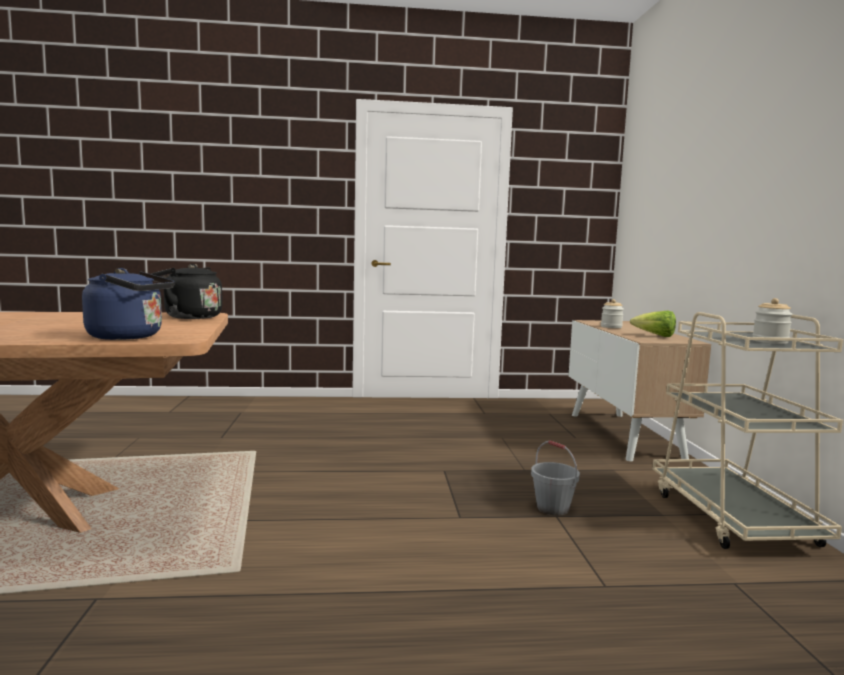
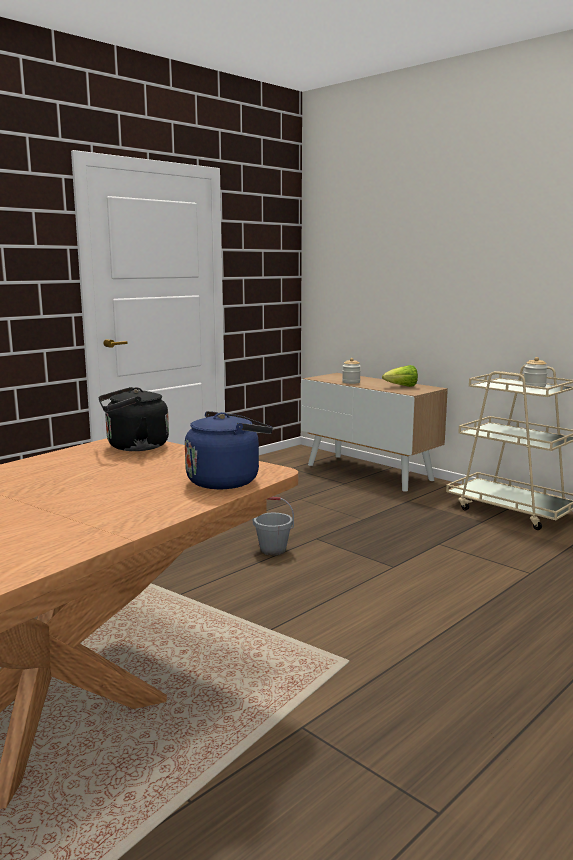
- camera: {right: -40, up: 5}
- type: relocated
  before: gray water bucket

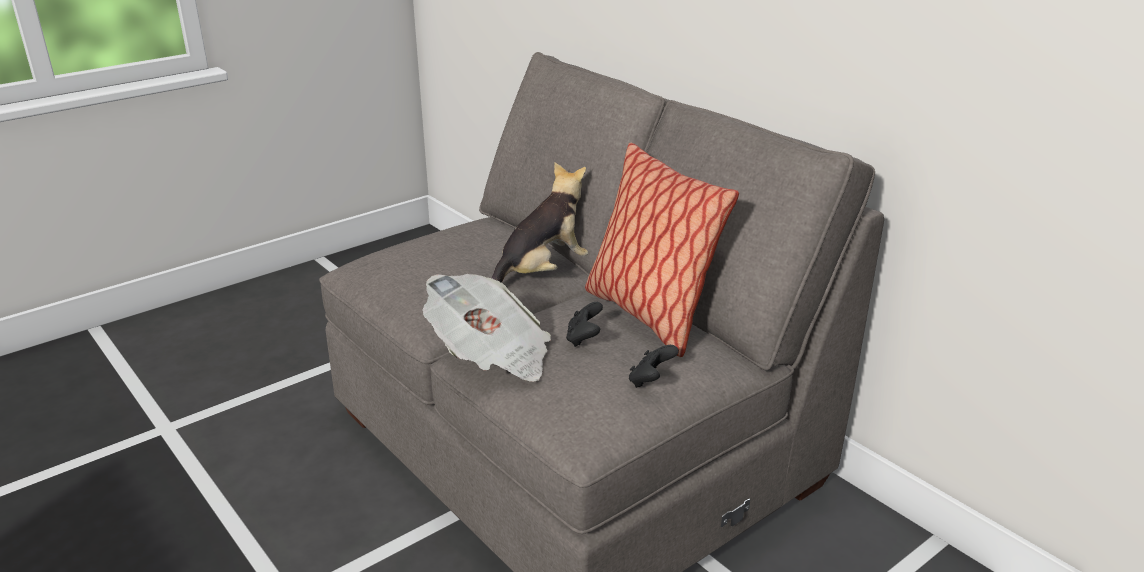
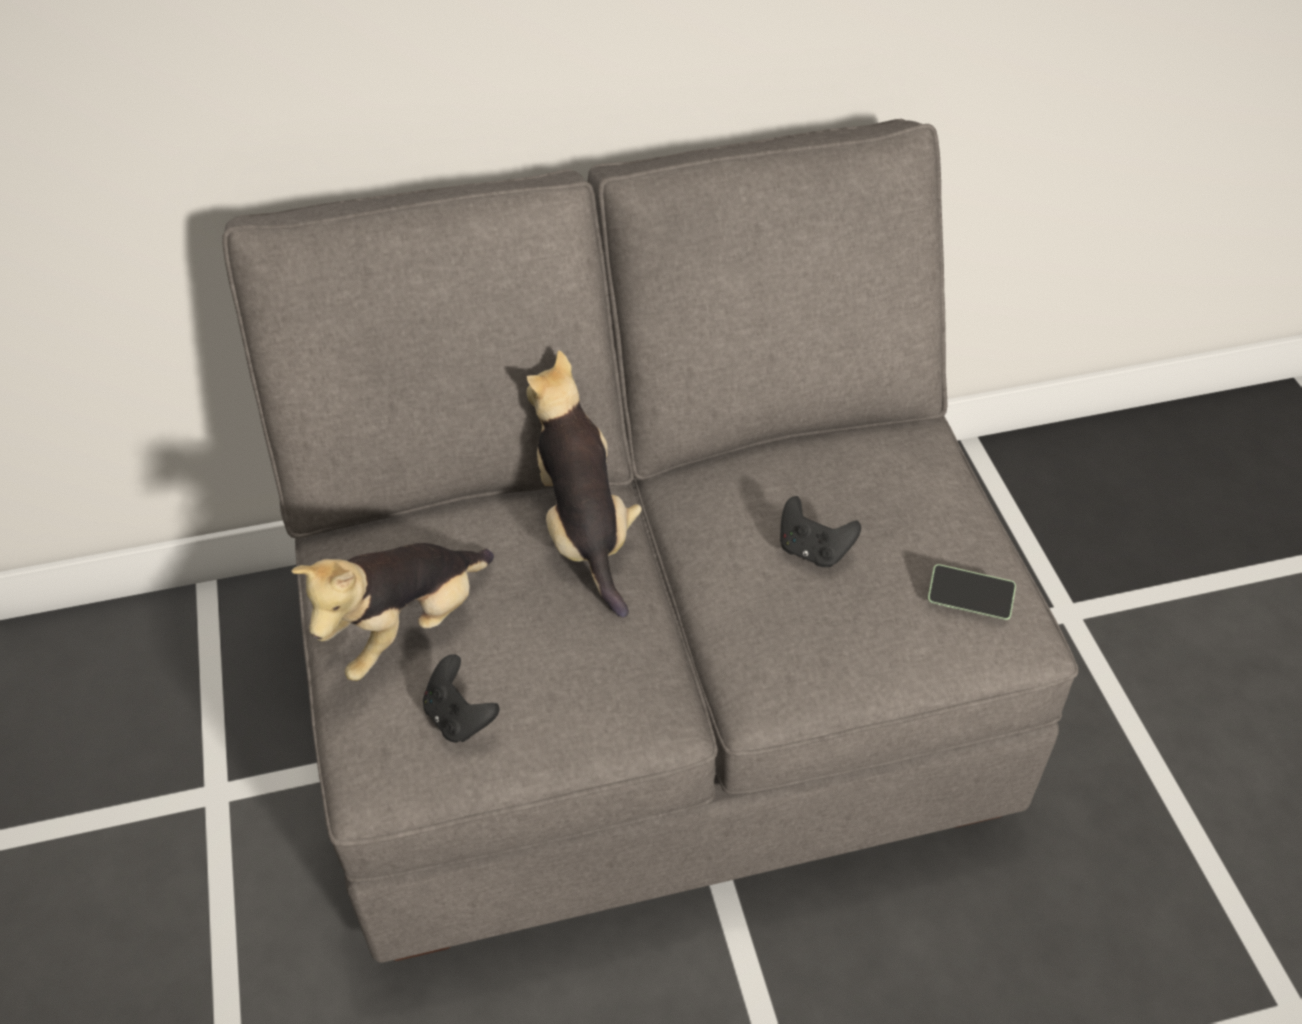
- camera: {right: -65, up: 20}
- type: missing
  before: daily paper
- type: missing
  before: cushion
- type: relocated
  before: black game controller (no. 2 from left in the first image)
  after: black game controller (no. 1 from left)
- type: appeared
  after: cuddly toy (no. 1 from left)
- type: appeared
  after: phone

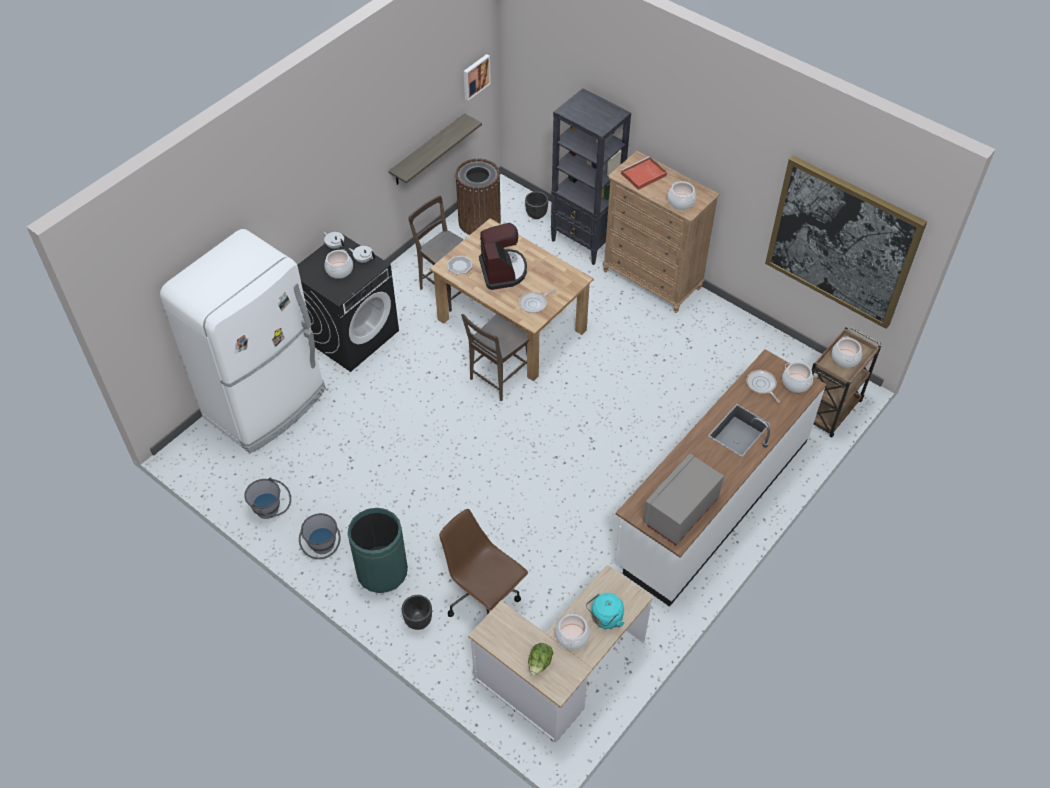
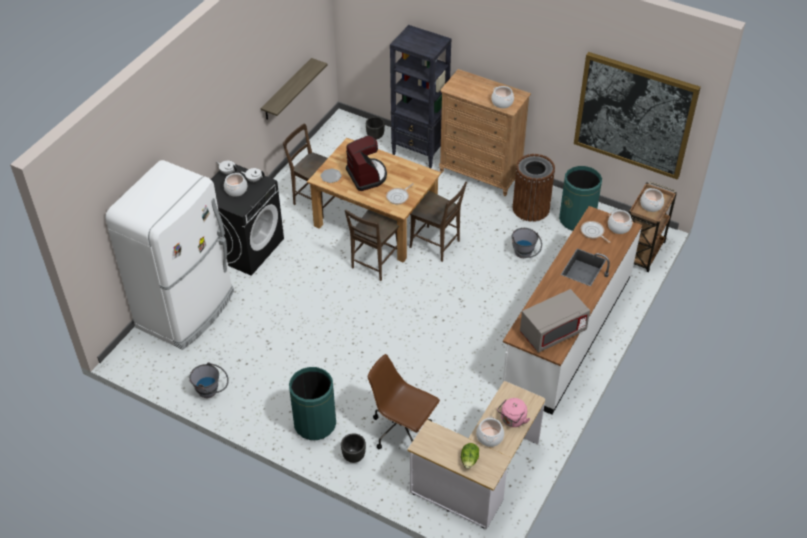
- camera: {right: -10, up: -5}
- type: relocated
  before: gray water bucket (no. 2 from left)
- type: relocated
  before: brownish trash can
- type: missing
  before: wall picture (no. 1 from left)
- type: colour
  before: turquoise-coloured kettle
  after: pinkish kettle
- type: missing
  before: reddish tray
- type: spun
  before: gray microwave
  turn: -150
- type: appeared
  after: brownish upright chair (no. 3 from left)
- type: appeared
  after: green-coloured trash can (no. 2 from left)

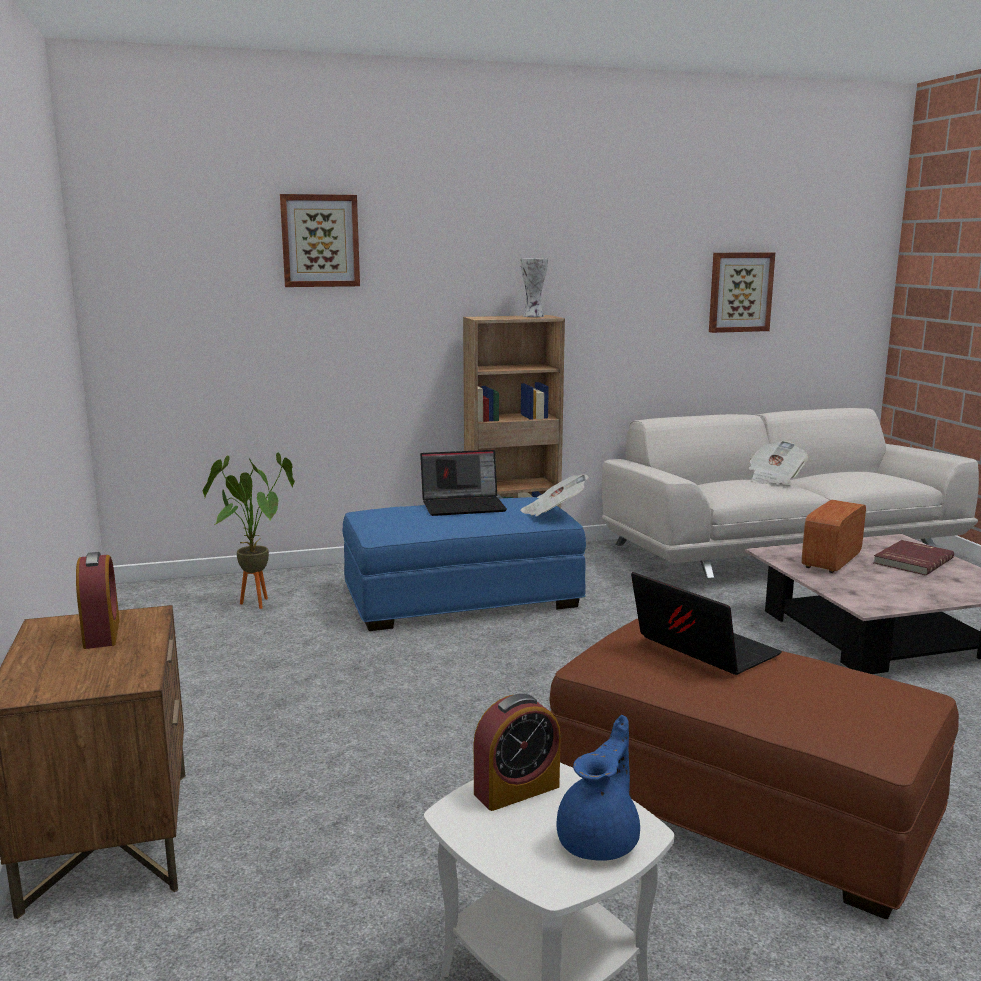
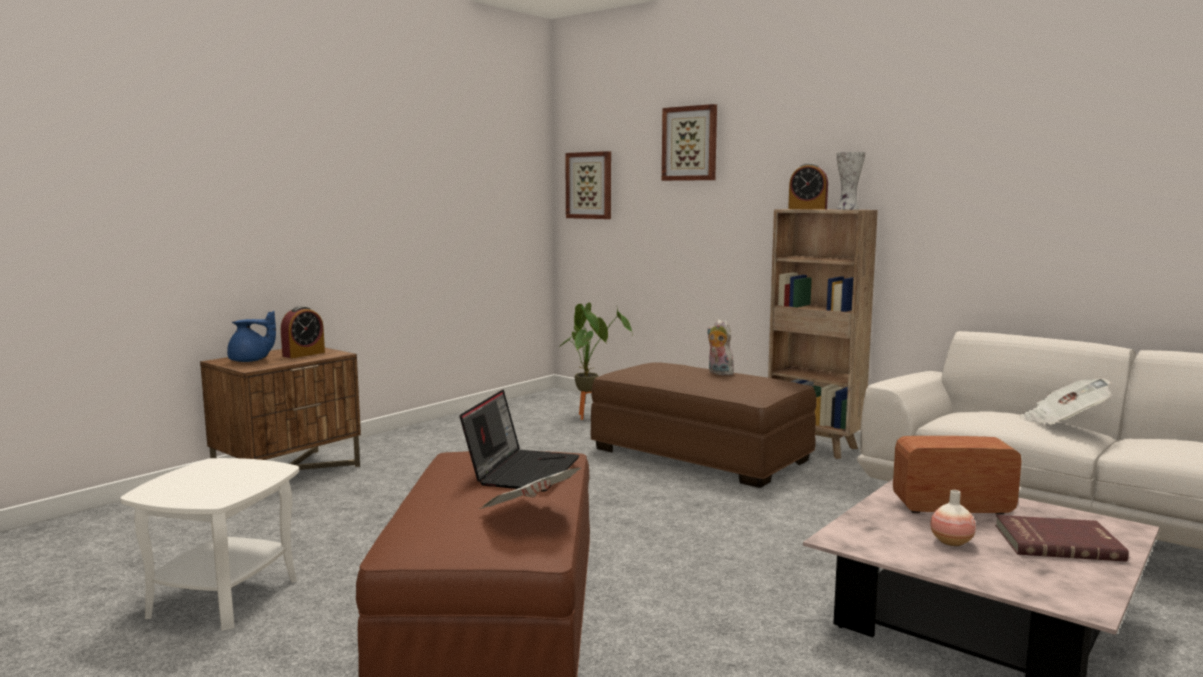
- camera: {right: 55, up: -5}
- type: colour
  before: blue-coloured footrest
  after: brownish footrest (no. 2 from left)
- type: exchanged
  before: laptop (no. 1 from left)
  after: cuddly toy
- type: relocated
  before: alarm clock (no. 2 from left)
- type: relocated
  before: daily paper (no. 1 from left)
- type: relocated
  before: blue-coloured tea pot
- type: relocated
  before: wall picture (no. 2 from left in the first image)
  after: wall picture (no. 1 from left)
- type: appeared
  after: decorative vase (no. 2 from left)

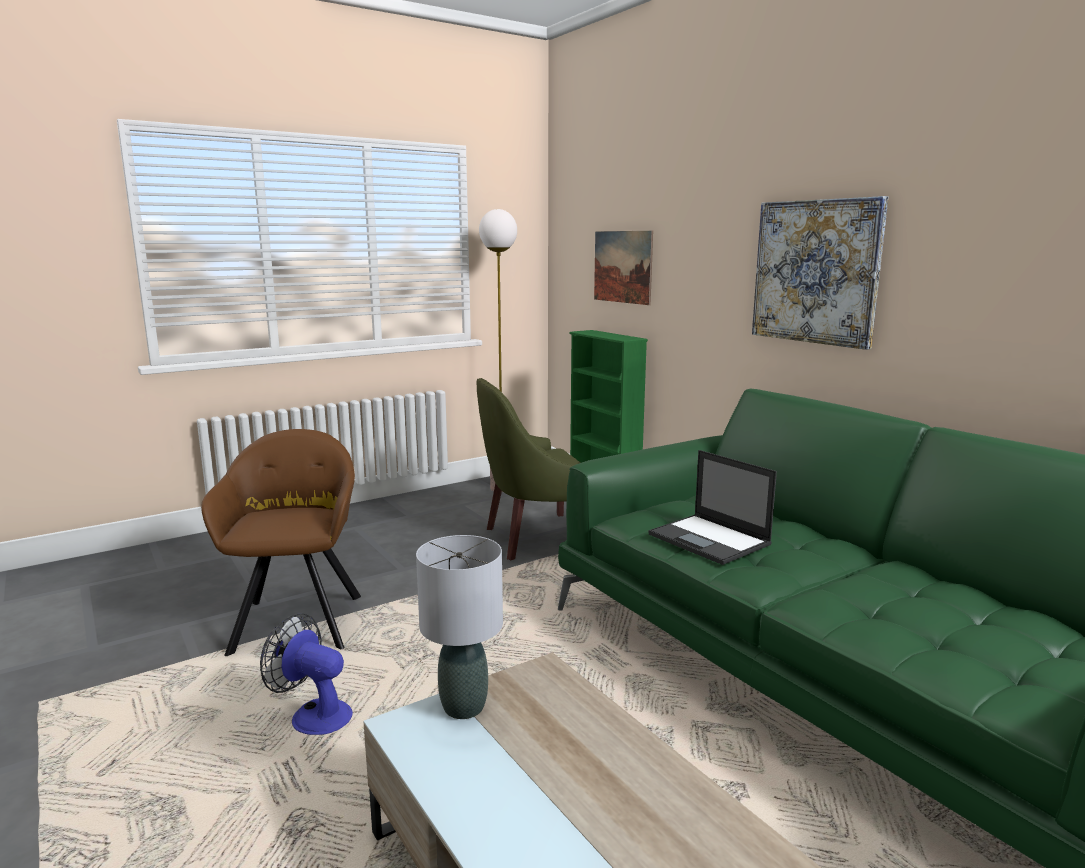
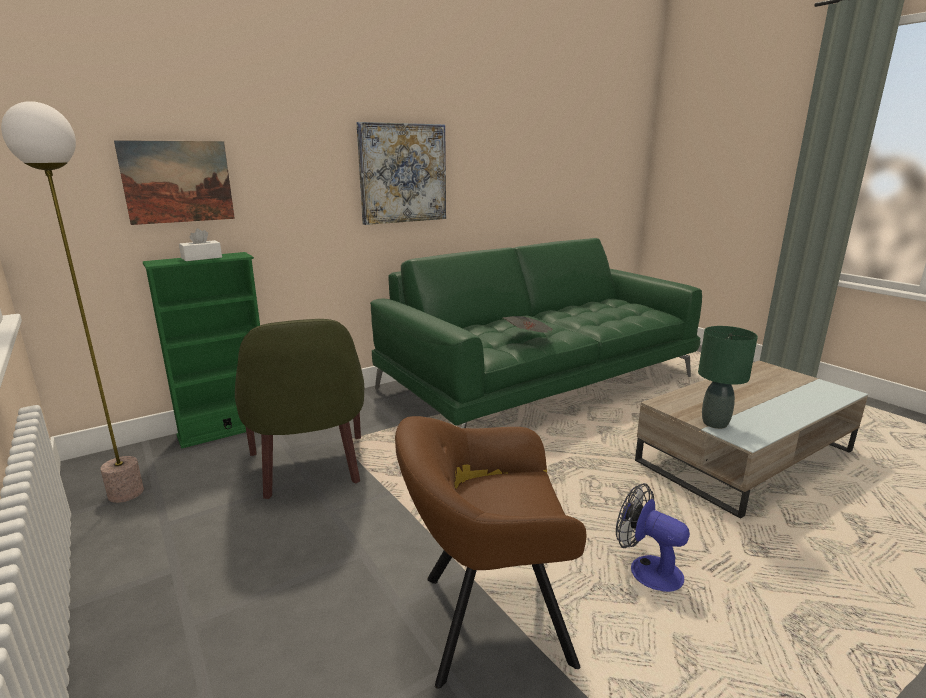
- camera: {right: -90, up: 5}
- type: spun
  before: cooling fan
  turn: 105
- type: colour
  before: gray lamp for a table
  after: green-coloured lamp for a table
- type: exchanged
  before: laptop
  after: daily paper
- type: appeared
  after: white-coloured tissue box

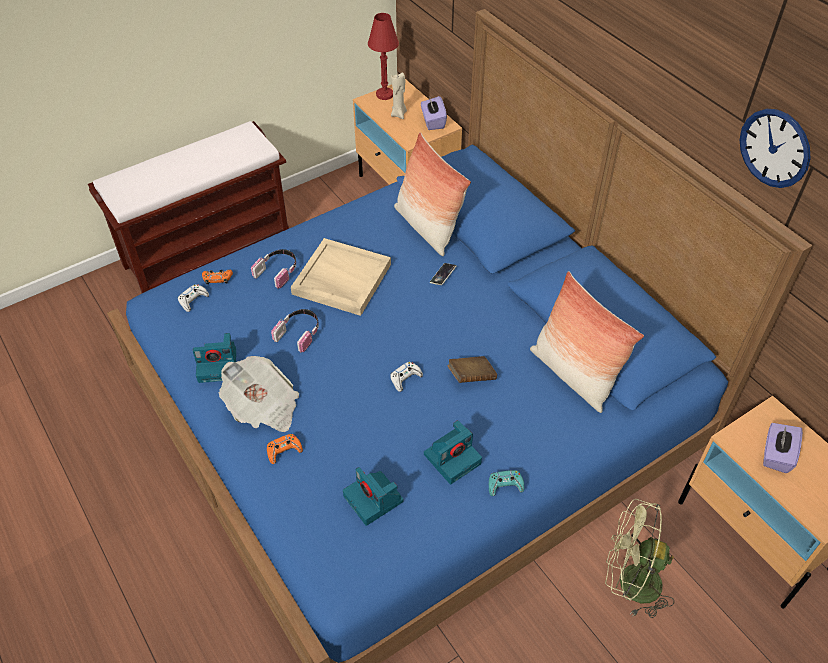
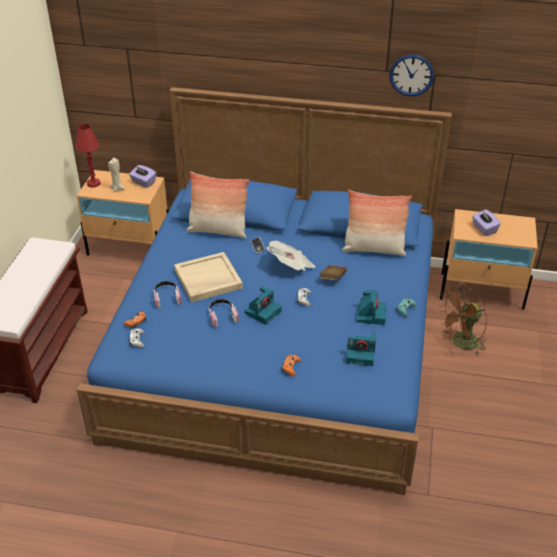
- camera: {right: -45, up: -10}
- type: relocated
  before: still camera (no. 1 from left)
- type: relocated
  before: daily paper
- type: colour
  before: green-coloured cooling fan
  after: brownish cooling fan

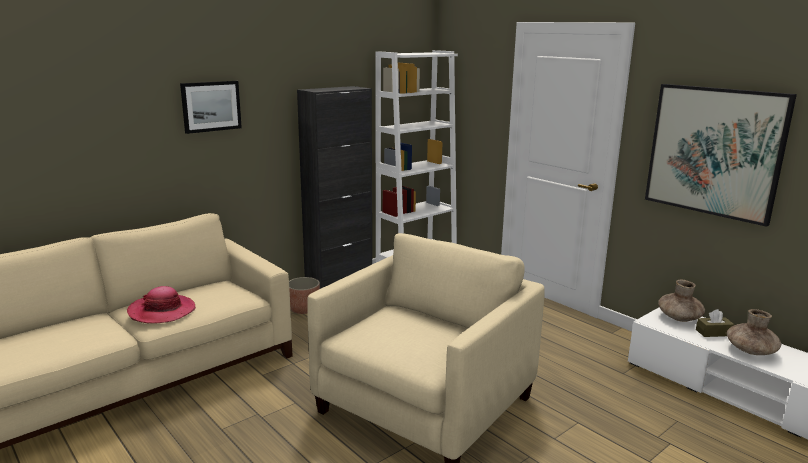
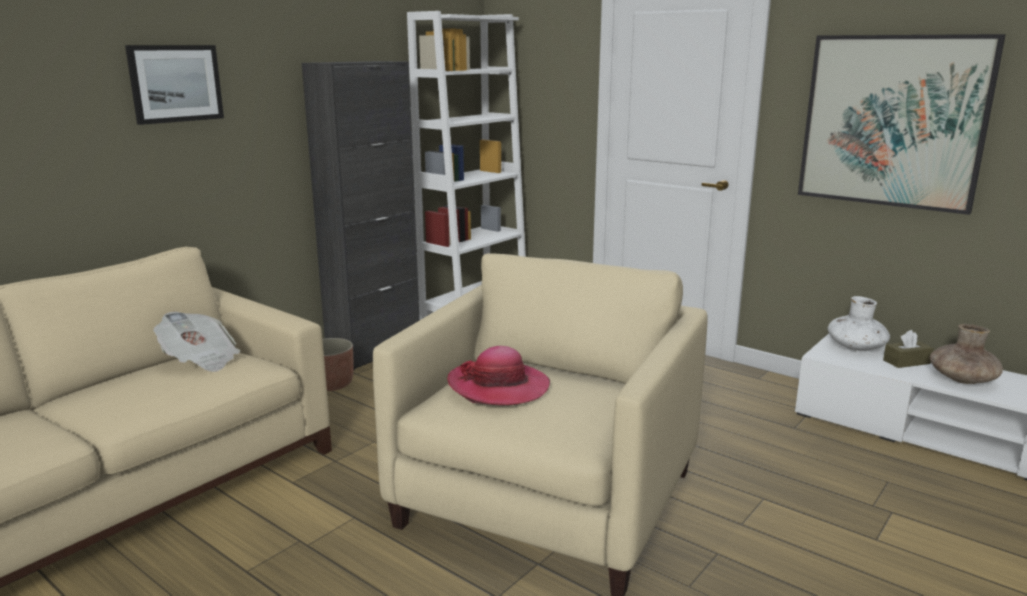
- camera: {right: -10, up: 0}
- type: relocated
  before: wearable hat
- type: colour
  before: brownish decorative vase (no. 1 from left)
  after: white-coloured decorative vase
- type: appeared
  after: daily paper

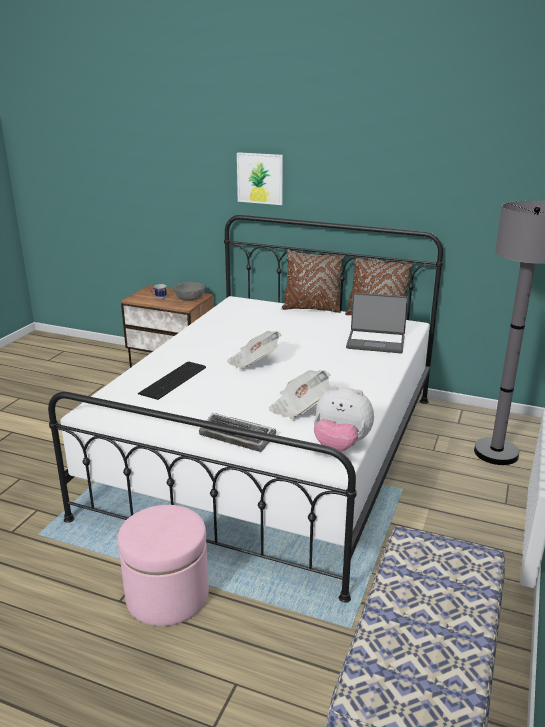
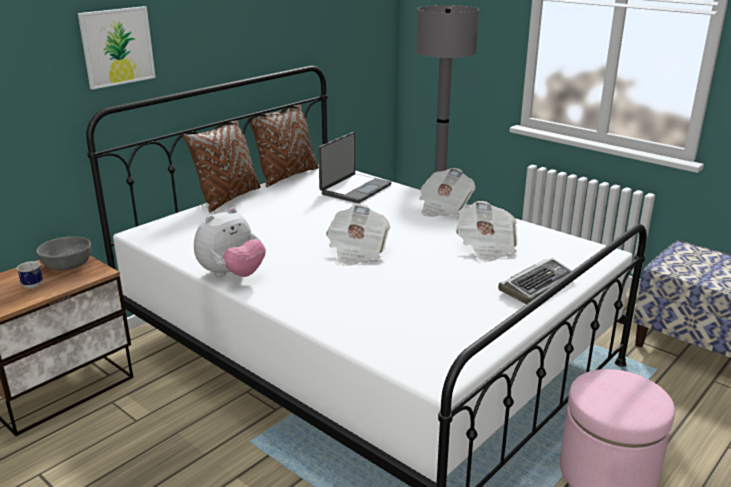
- camera: {right: -70, up: 0}
- type: missing
  before: PC keyboard (no. 1 from left)
- type: relocated
  before: cuddly toy
- type: appeared
  after: daily paper (no. 2 from left)

